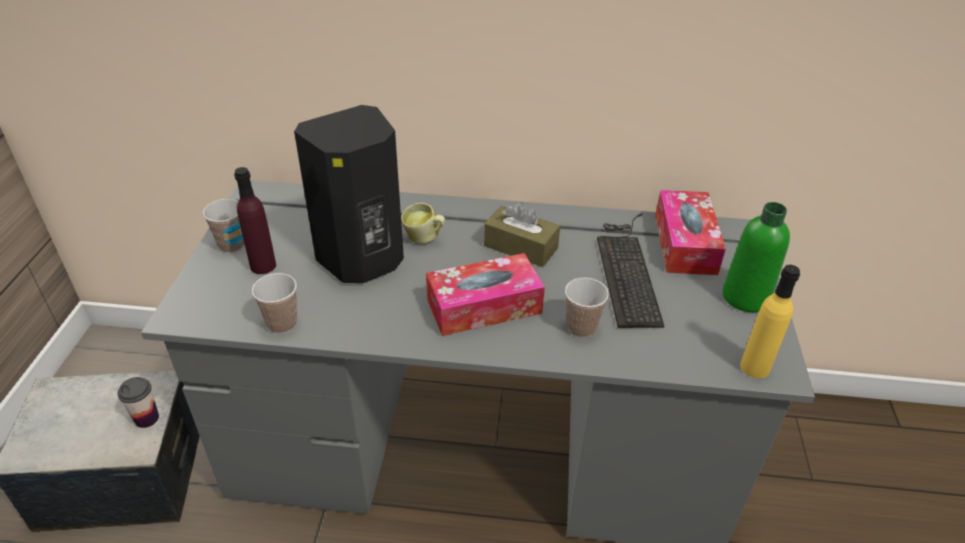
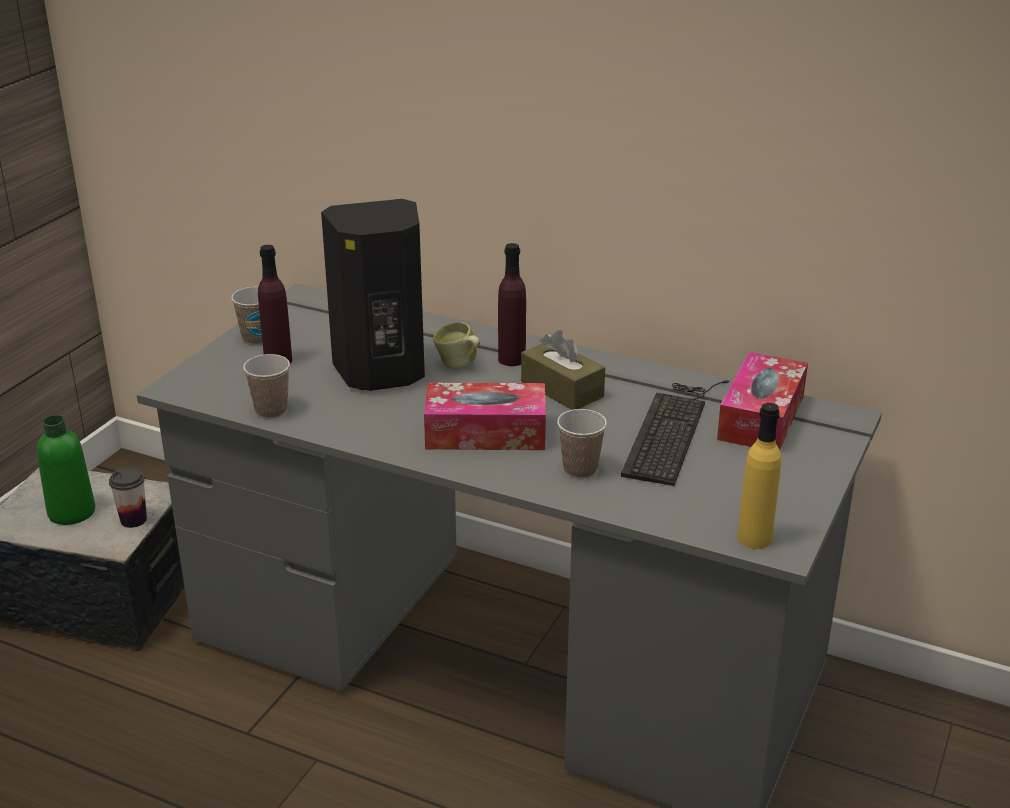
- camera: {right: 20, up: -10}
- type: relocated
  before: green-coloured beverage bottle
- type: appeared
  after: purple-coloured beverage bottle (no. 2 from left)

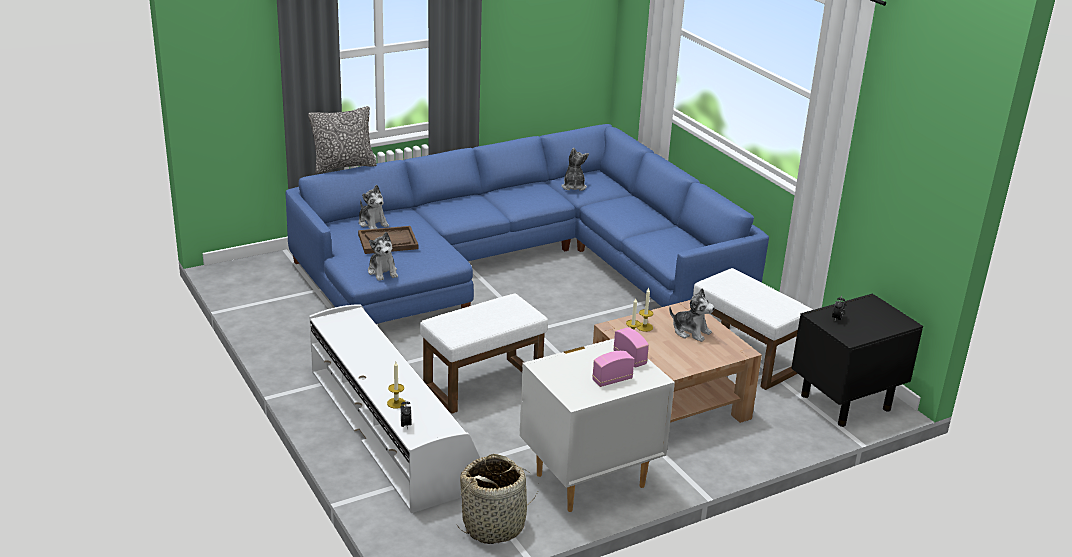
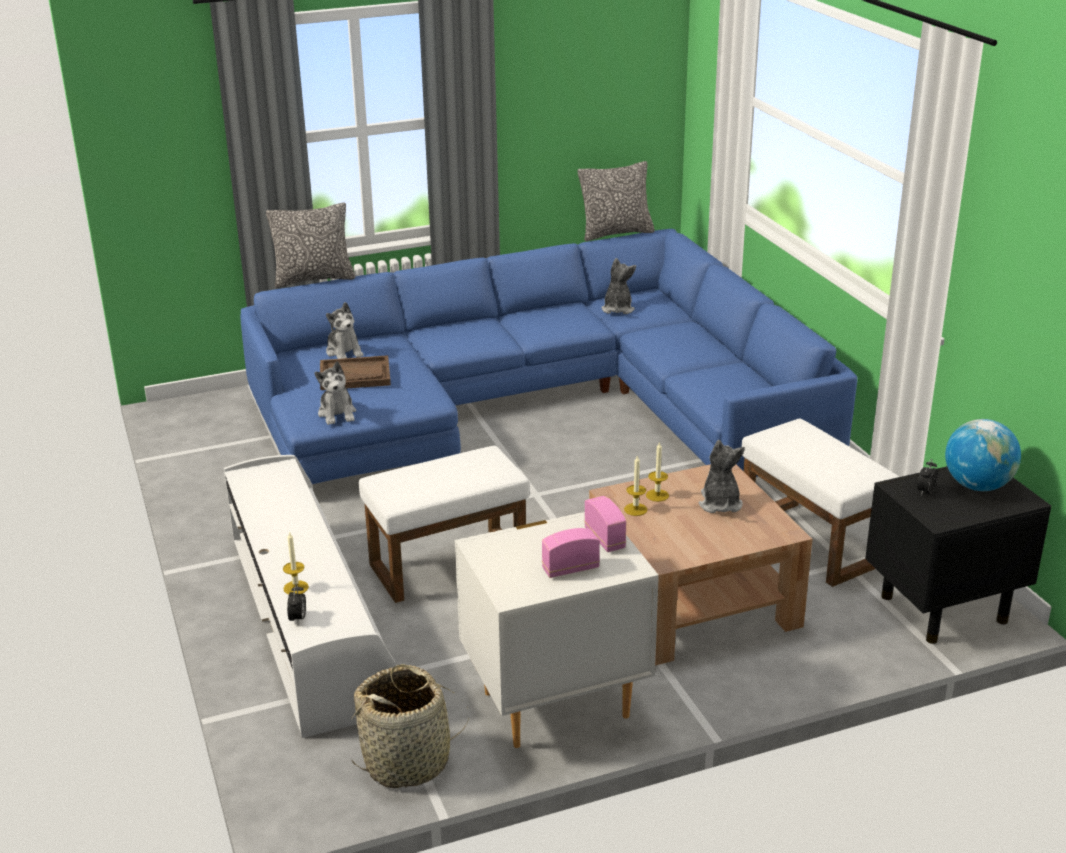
- camera: {right: 10, up: 0}
- type: spun
  before: cuddly toy (no. 4 from left)
  turn: -135
- type: appeared
  after: cushion (no. 2 from left)
- type: appeared
  after: desk globe

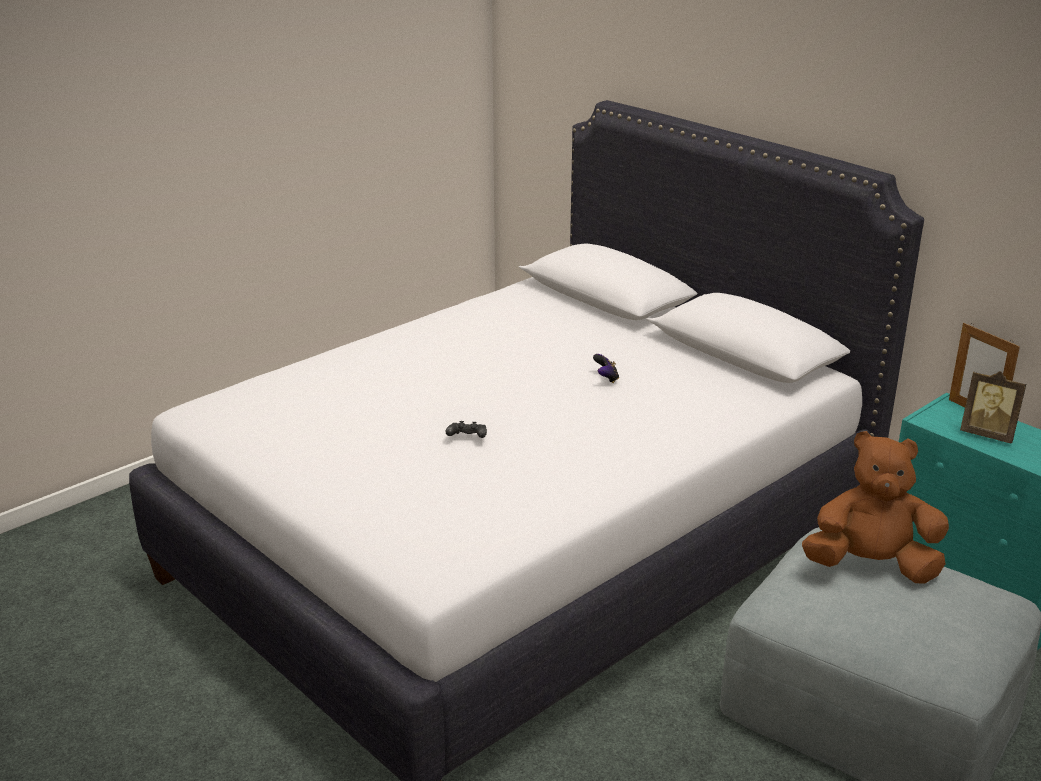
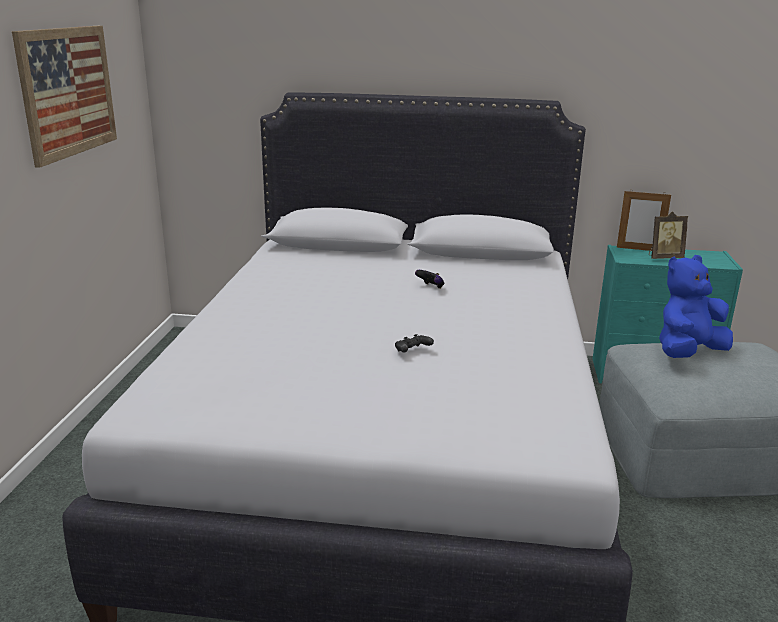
- camera: {right: -40, up: -5}
- type: colour
  before: brownish cuddly toy
  after: blue-coloured cuddly toy
- type: appeared
  after: wall picture

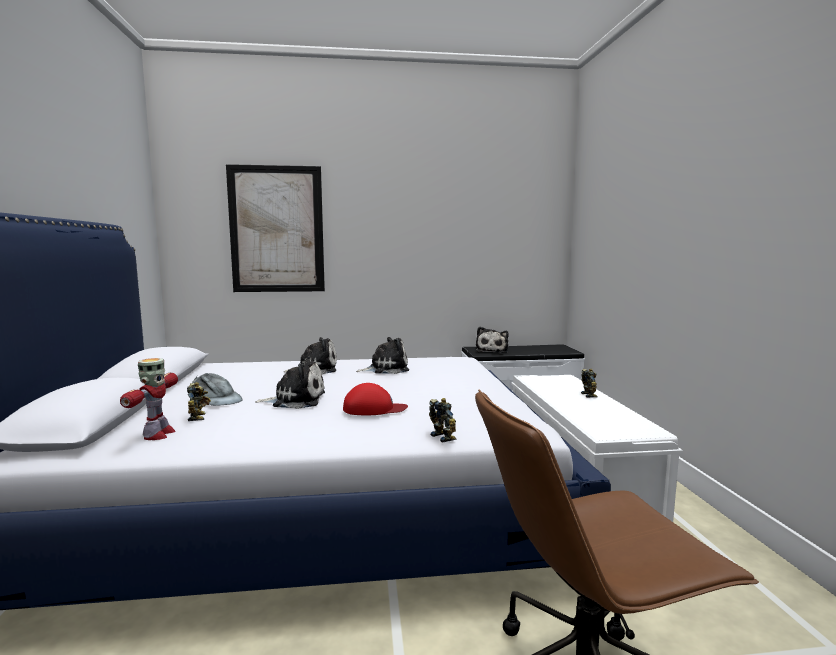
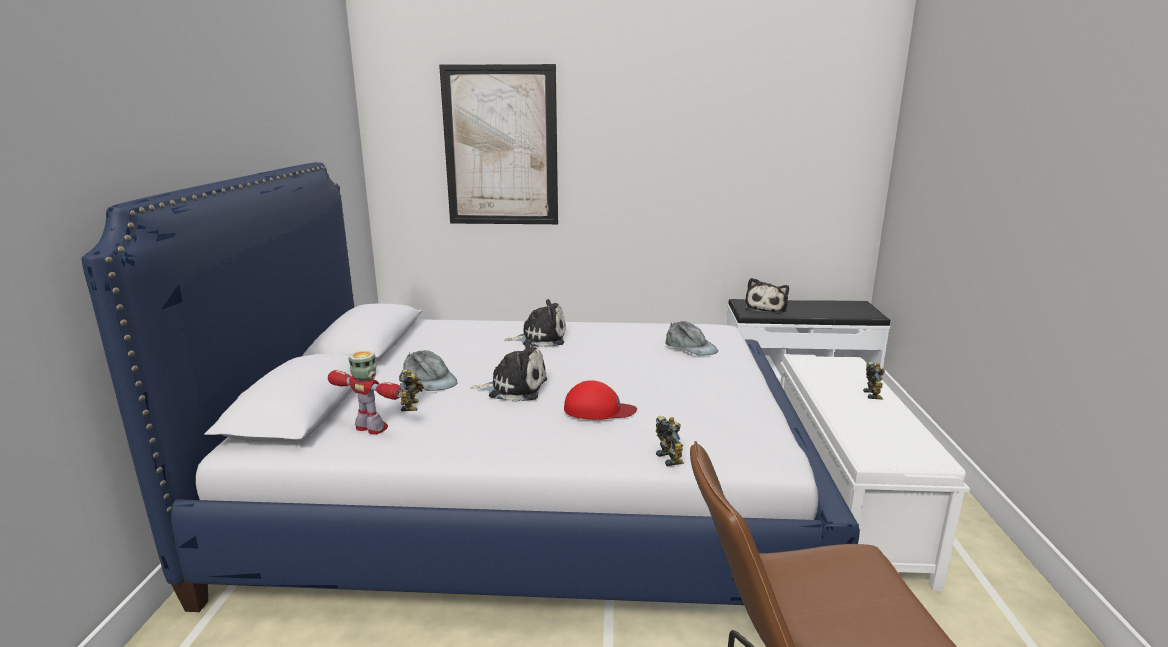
- camera: {right: 10, up: 10}
- type: spun
  before: model robot (no. 1 from left)
  turn: -75
- type: missing
  before: cuddly toy (no. 3 from left)
- type: appeared
  after: gray baseball cap (no. 2 from left)

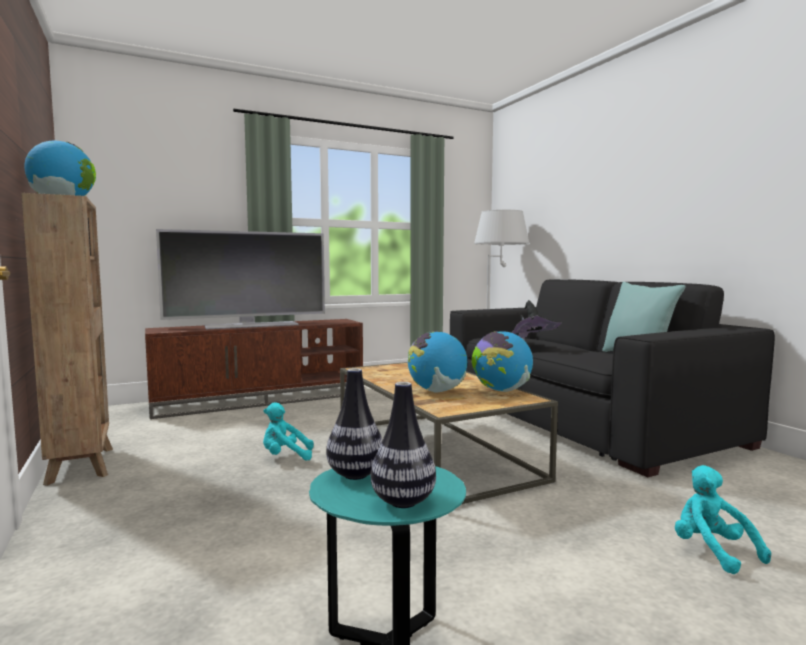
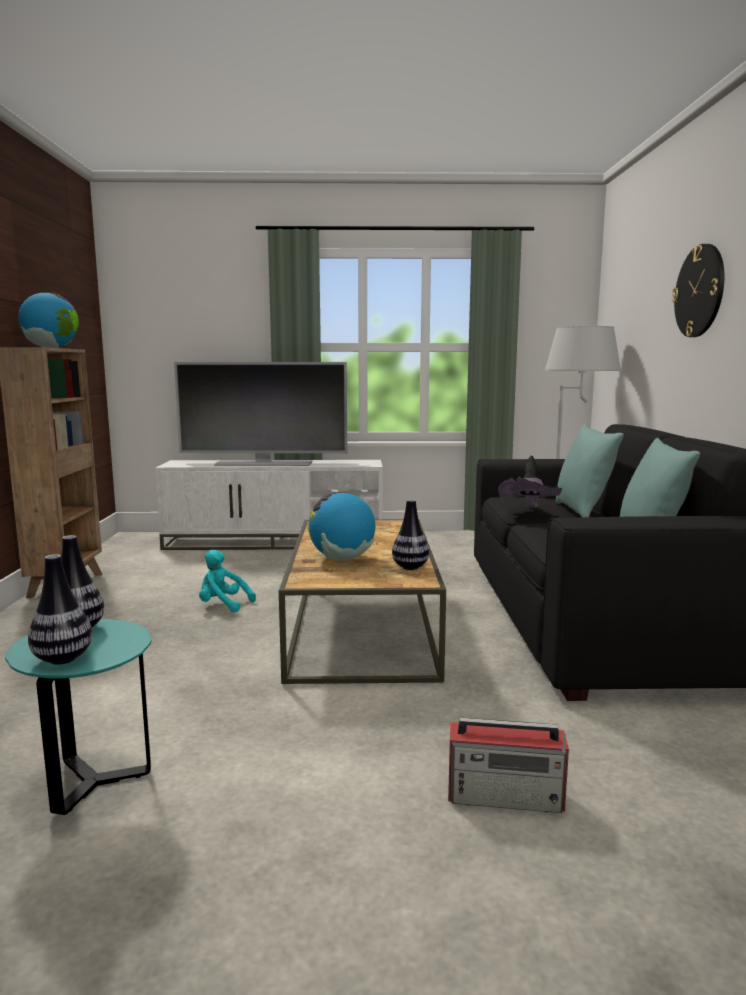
- camera: {right: 25, up: 5}
- type: colour
  before: brownish tv unit
  after: white-coloured tv unit
- type: exchanged
  before: desk globe (no. 3 from left)
  after: decorative vase (no. 3 from left)
- type: exchanged
  before: turquoise-coloured cuddly toy (no. 2 from left)
  after: radio set
- type: appeared
  after: turquoise-coloured cushion (no. 1 from left)
- type: appeared
  after: clock on the wall

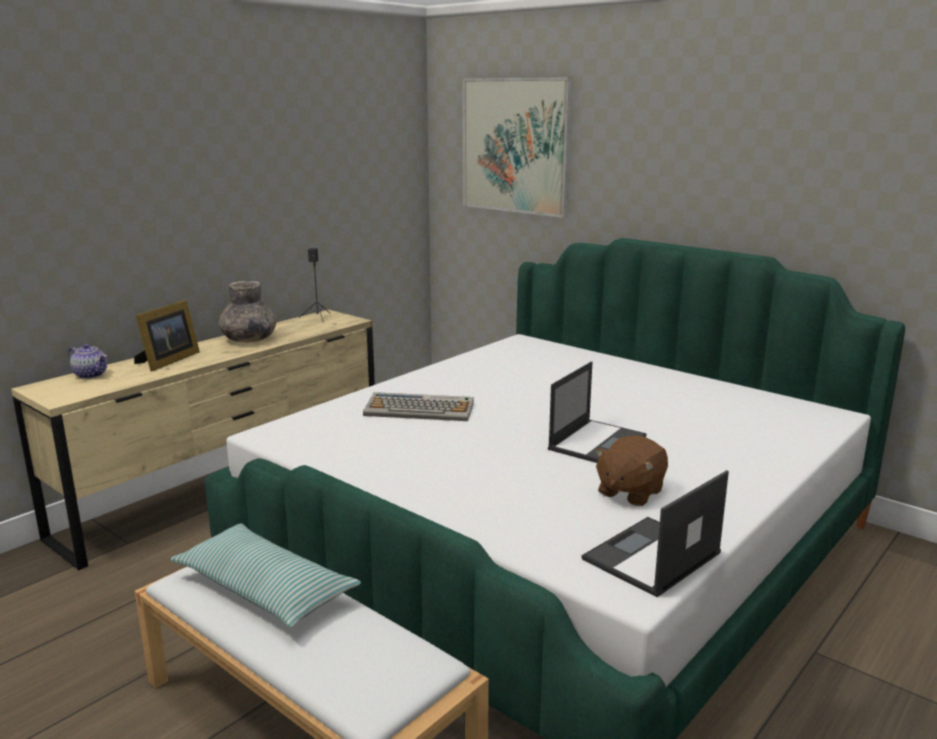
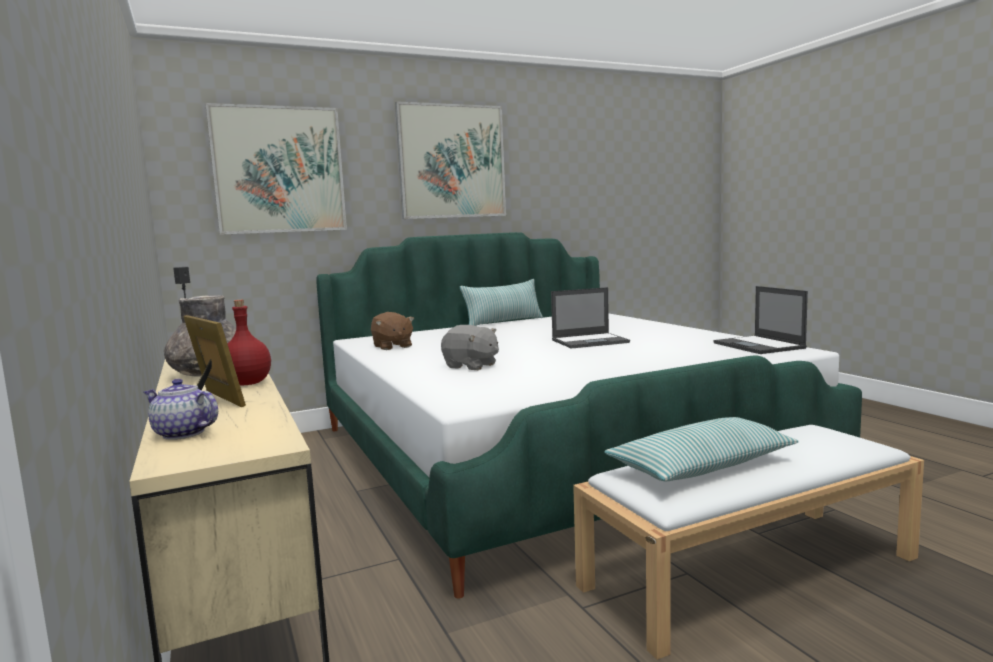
- camera: {right: -65, up: -10}
- type: spun
  before: tea pot
  turn: -120
- type: exchanged
  before: PC keyboard
  after: gray cuddly toy
- type: spun
  before: laptop (no. 1 from left)
  turn: 105
- type: relocated
  before: brownish cuddly toy
- type: appeared
  after: reddish beverage bottle
- type: appeared
  after: wall picture (no. 2 from left)
- type: appeared
  after: cushion (no. 1 from left)

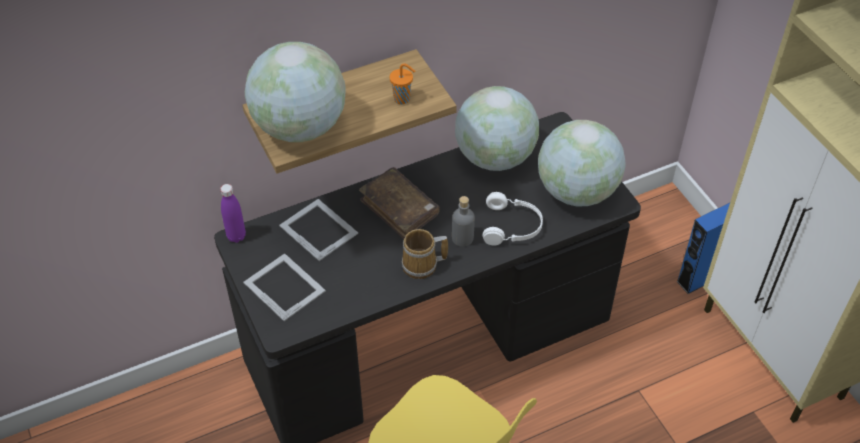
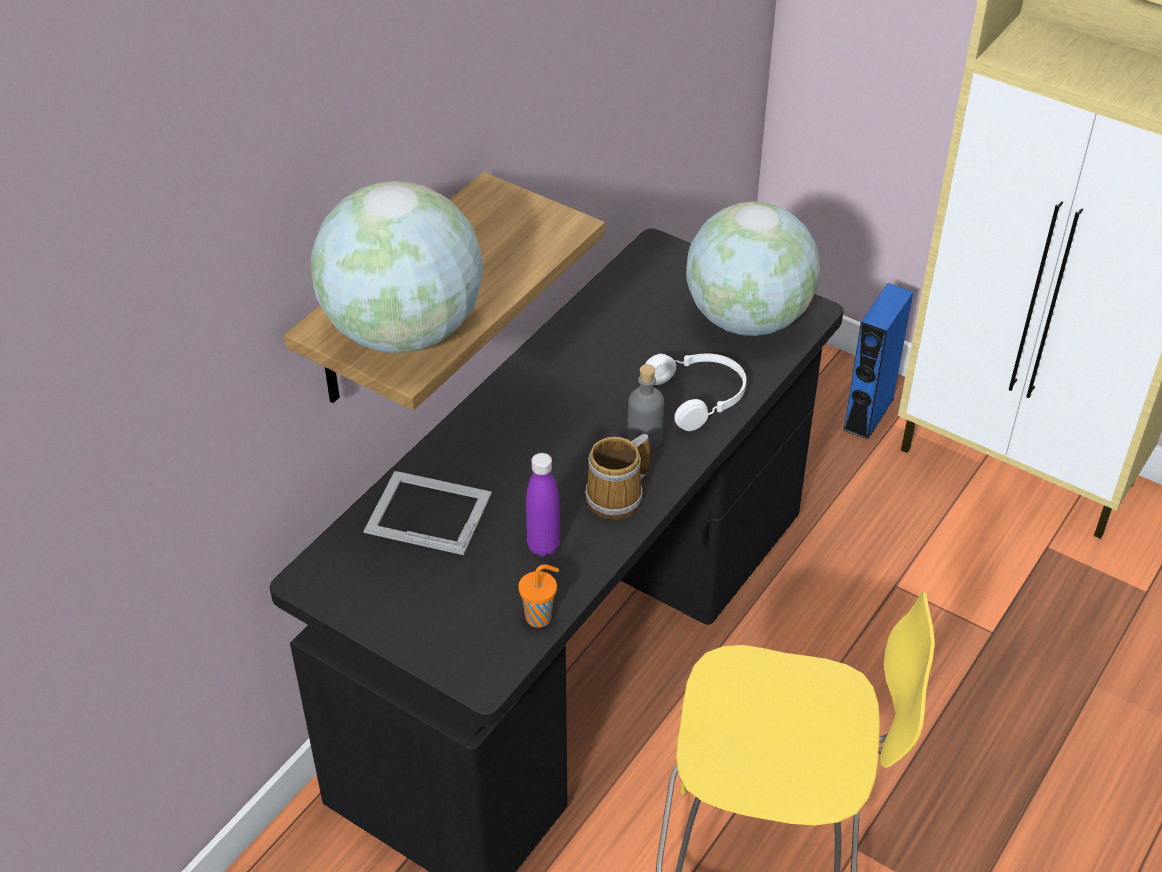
- camera: {right: -30, up: -5}
- type: relocated
  before: purple-coloured beverage bottle
- type: missing
  before: standing frame (no. 1 from left)
- type: missing
  before: brownish volume
- type: relocated
  before: orange-coloured cup
- type: missing
  before: desk globe (no. 2 from left)

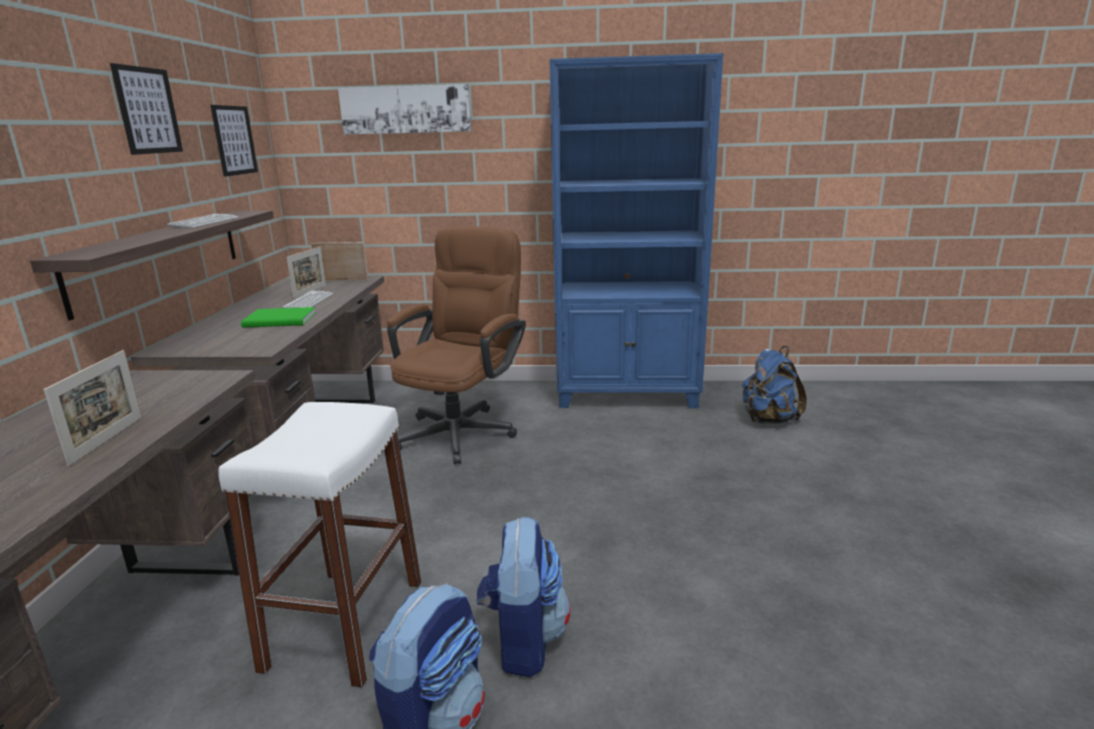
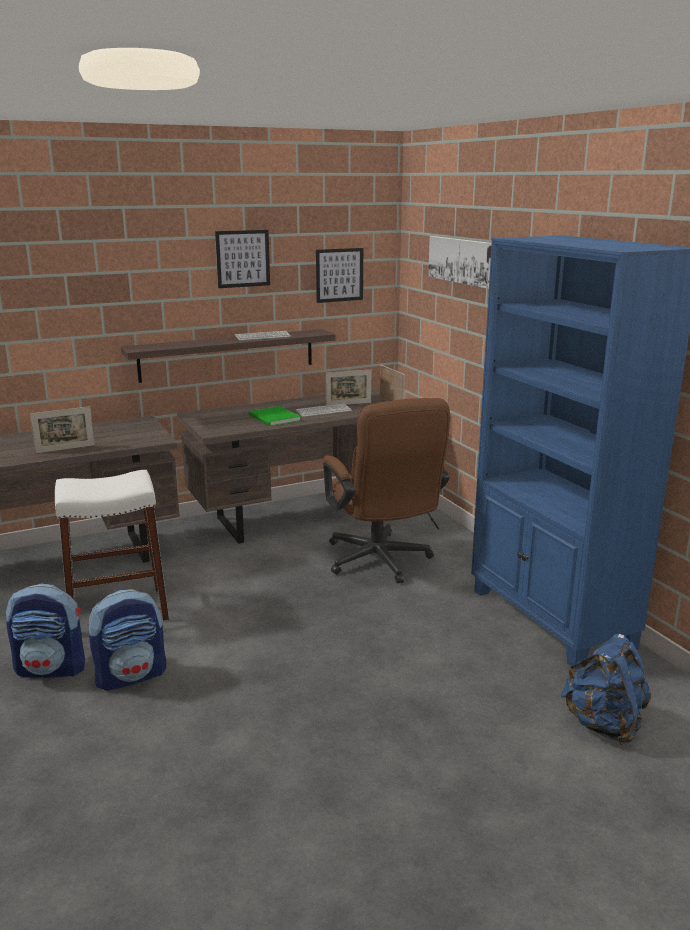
- camera: {right: 60, up: 0}
- type: spun
  before: brownish computer chair
  turn: 75

